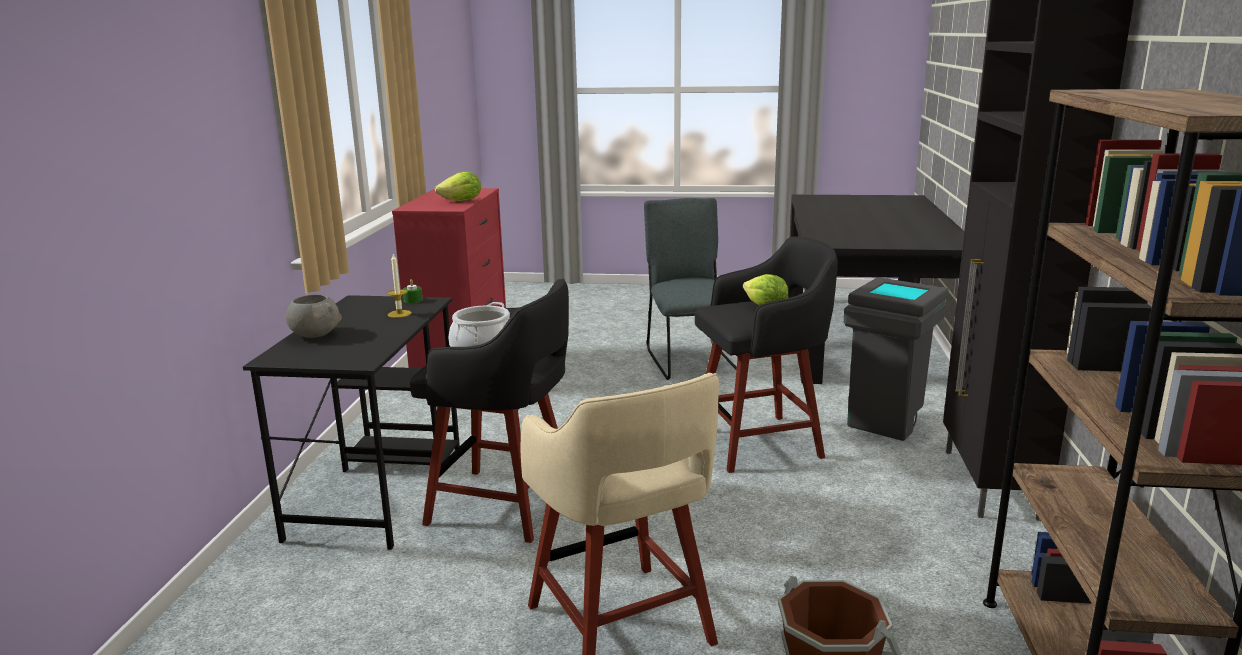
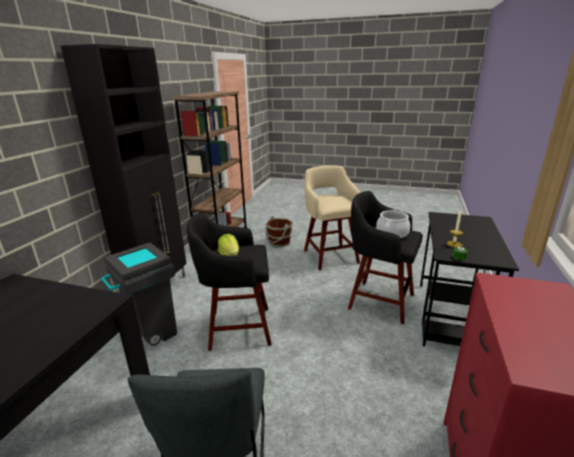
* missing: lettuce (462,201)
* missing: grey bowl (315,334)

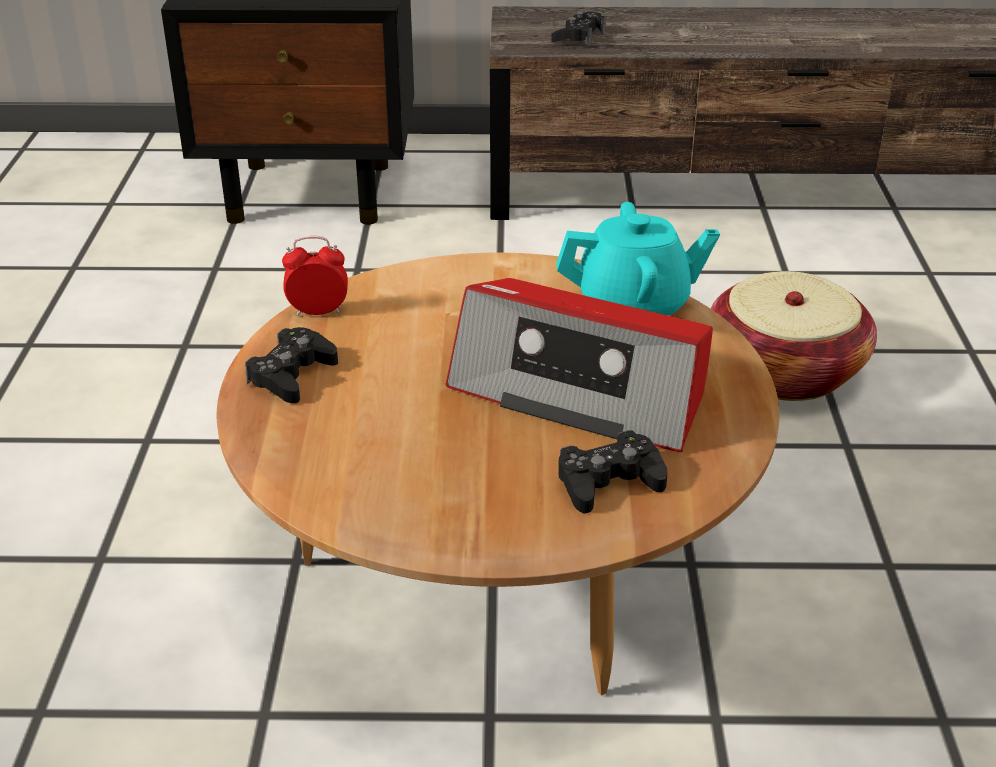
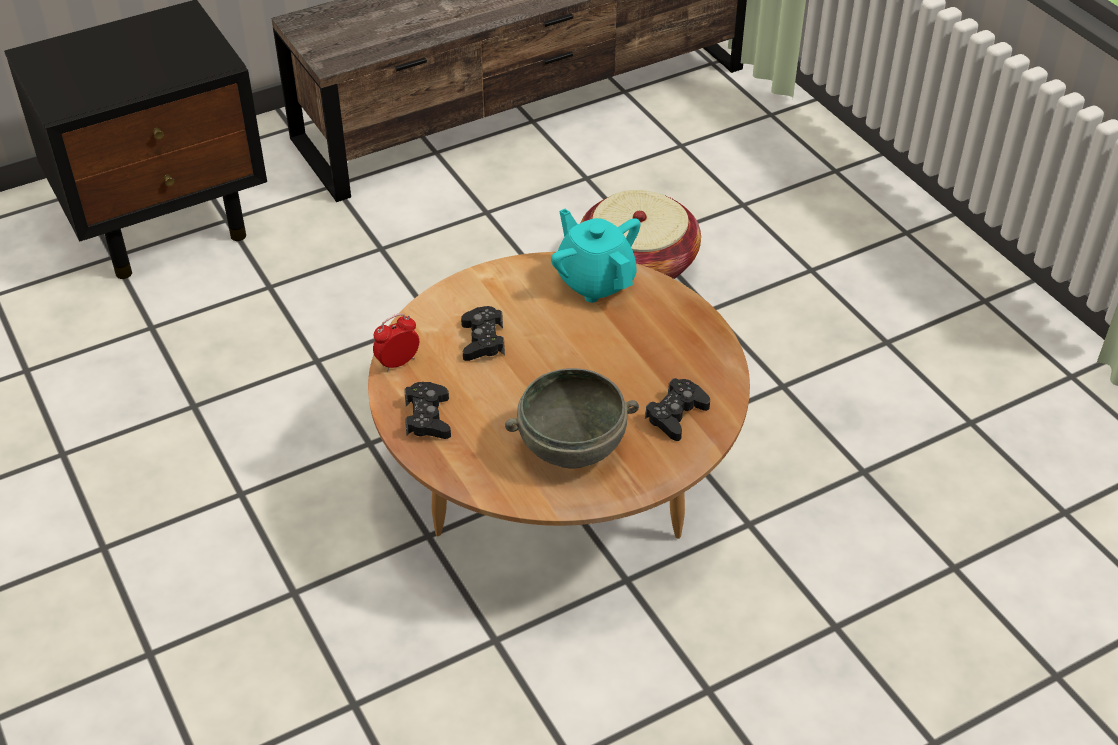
* relocated: black game controller (579,37) to (483,340)
* spun: turquoise teapot (633,306) = (595,281) 90 degrees counterclockwise
* missing: radio (582,391)
* appeared: grey bowl (572,445)

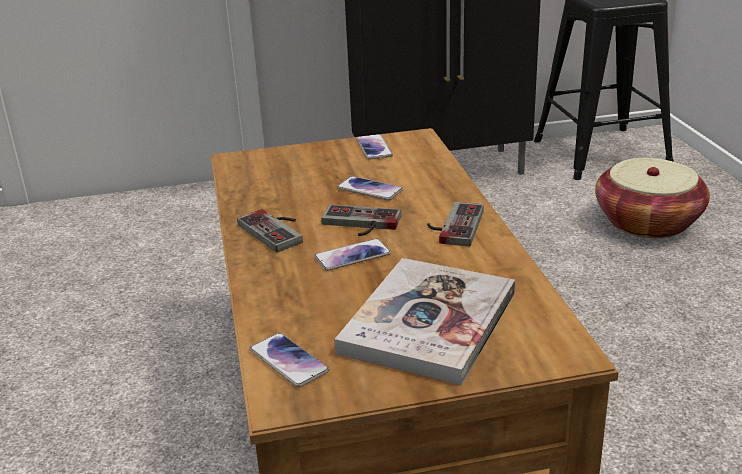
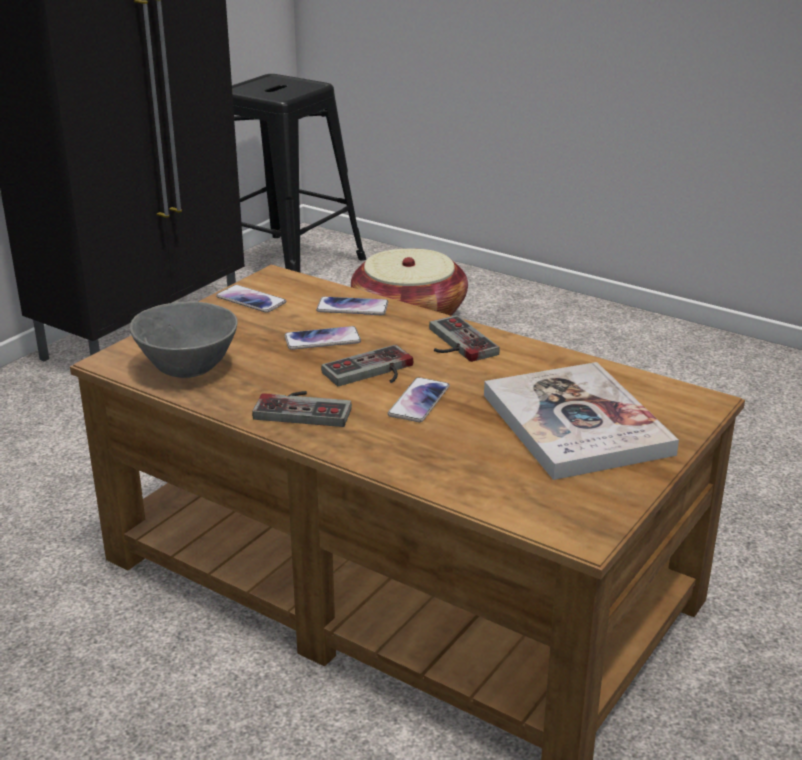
* relocated: phone (288,361) to (352,307)
* appeared: grey bowl (187,369)

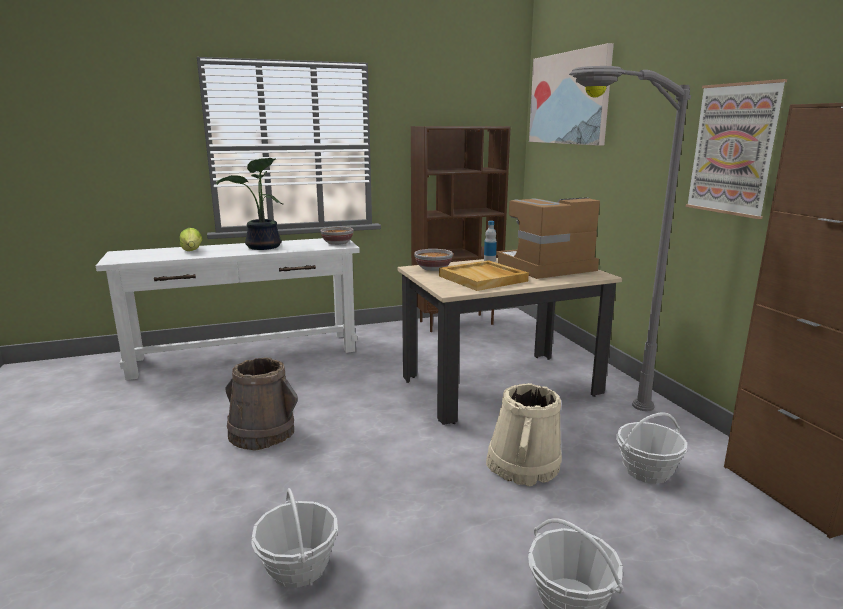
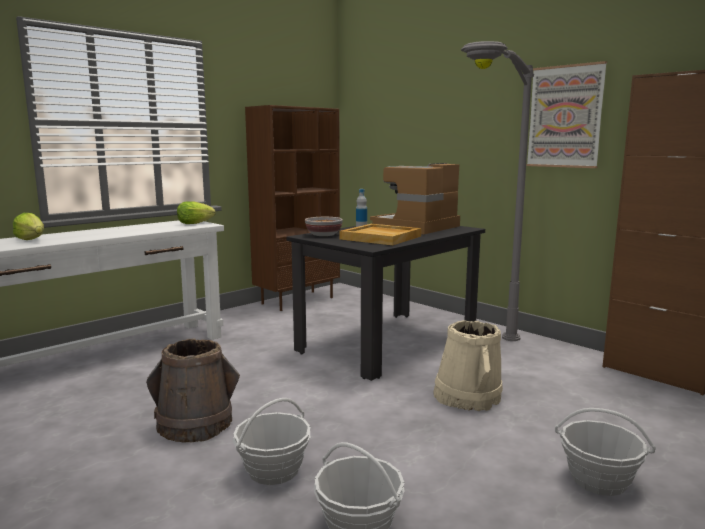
* missing: picture (569,98)
* missing: potted plant (263,247)
* exchanged: bowl (337,243) to lettuce (194,223)
* colour: beige dining table (500,386) to black dining table (388,343)
* relocated: basket (647,471) to (273,470)

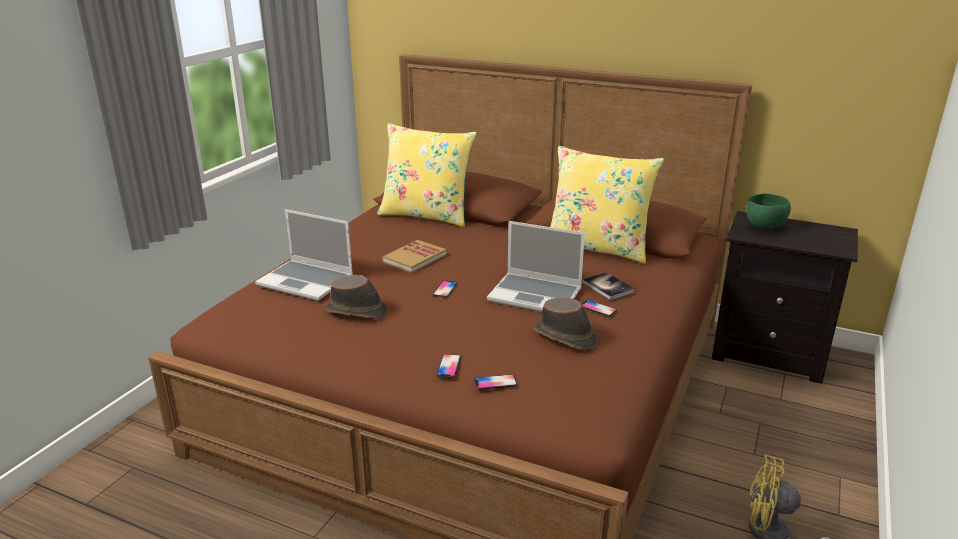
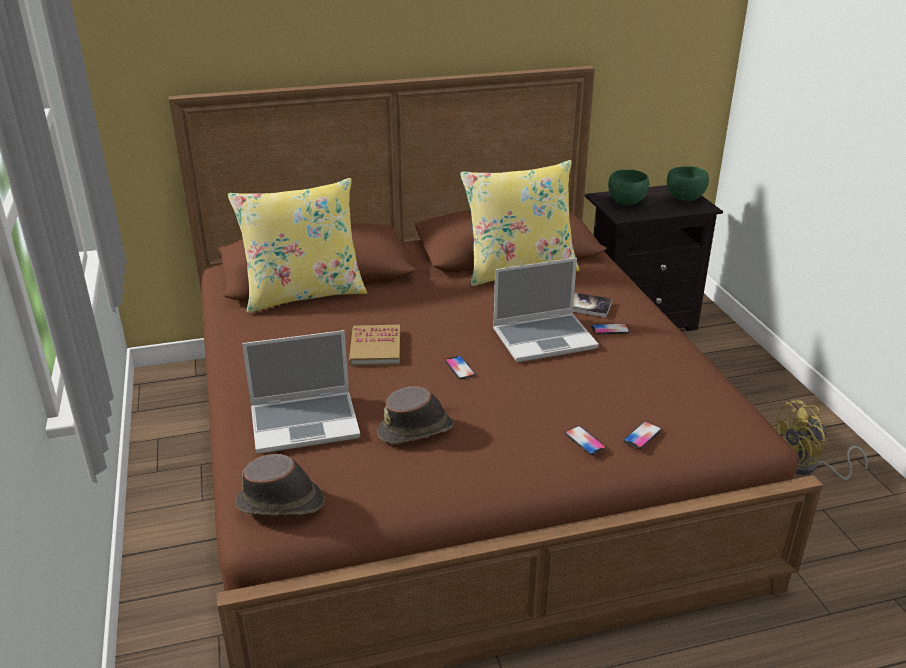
* relocated: brown hat (565,337) to (281,503)
* appeared: green bowl (685,199)

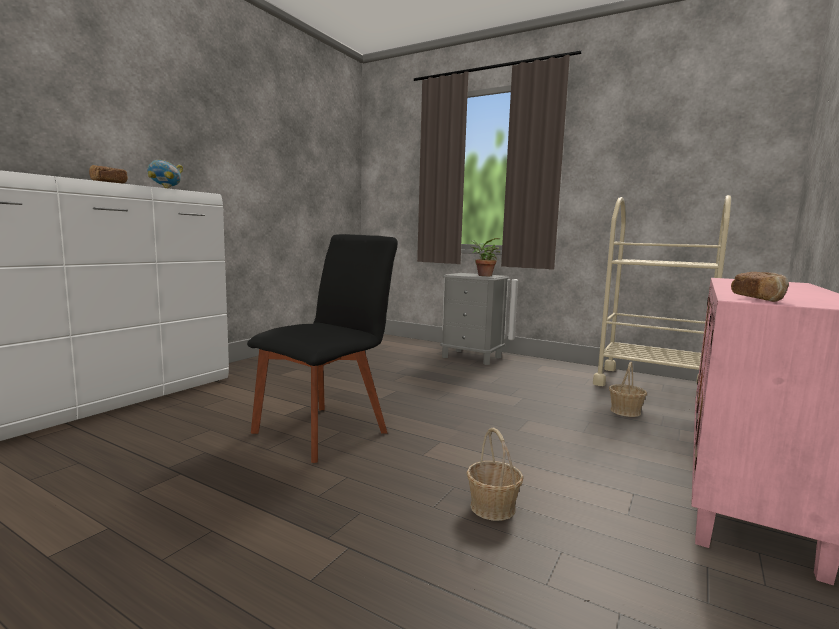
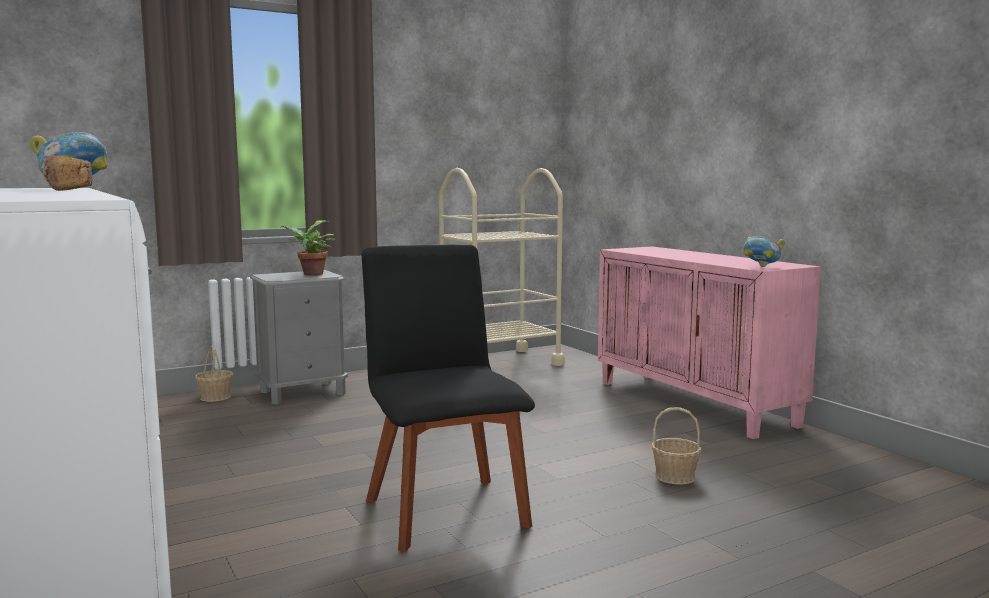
* exchanged: bread (758,299) to bowl (761,267)
* relocated: basket (625,411) to (215,397)

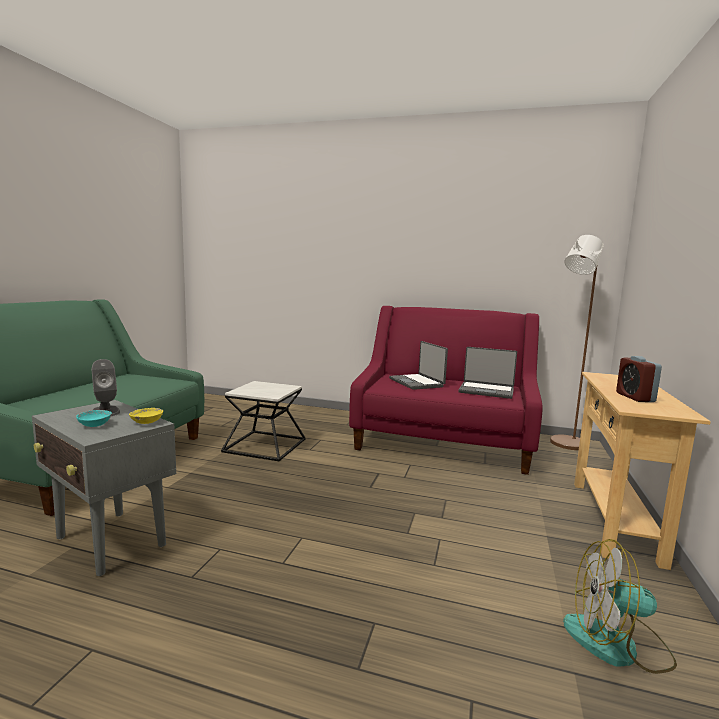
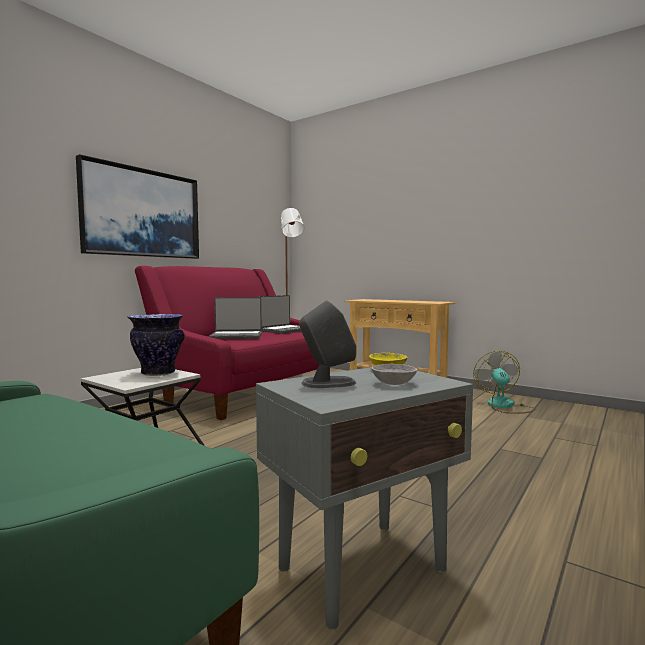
* missing: alarm clock (635,397)
* colour: turquoise bowl (95,425) to grey bowl (393,383)
* spun: fan (617,644) = (504,406) 150 degrees clockwise
* appeared: picture (142,213)
* appeared: vase (158,373)

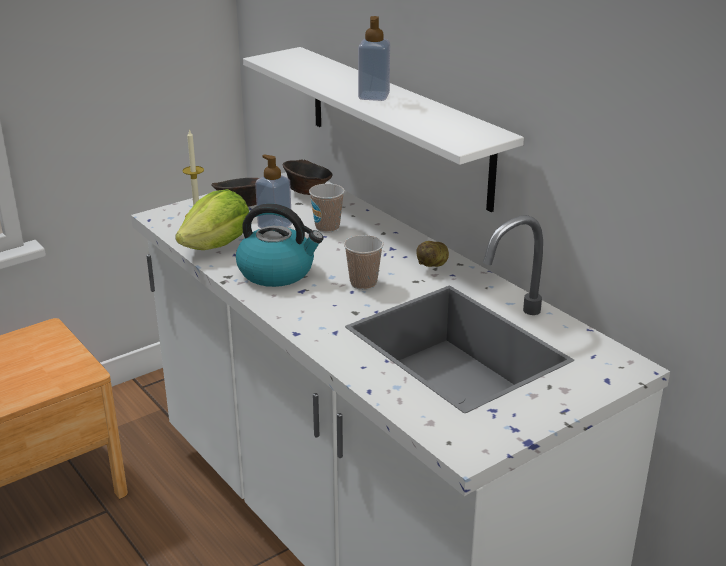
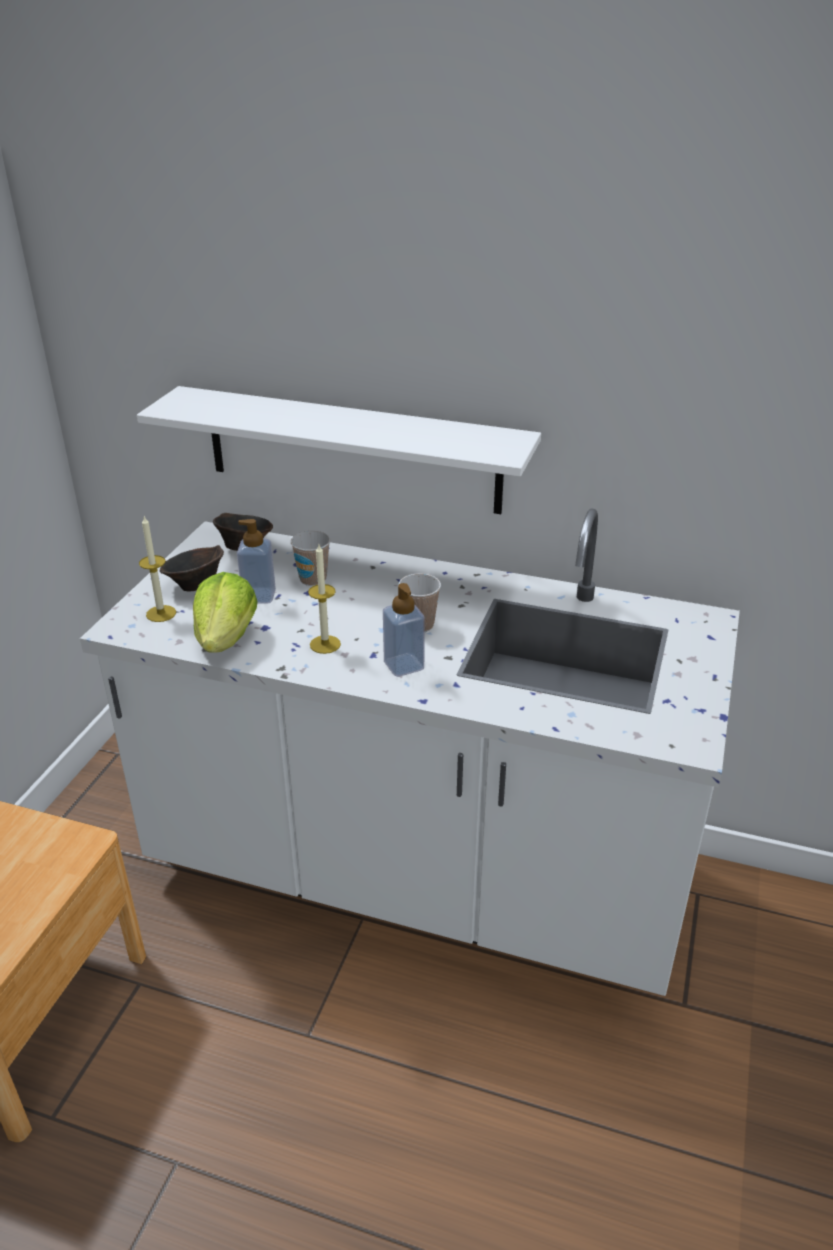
* relocated: soap dispenser (374,96) to (403,665)
* exchanged: kettle (277,272) to candle (325,644)
* missing: potato (433,265)

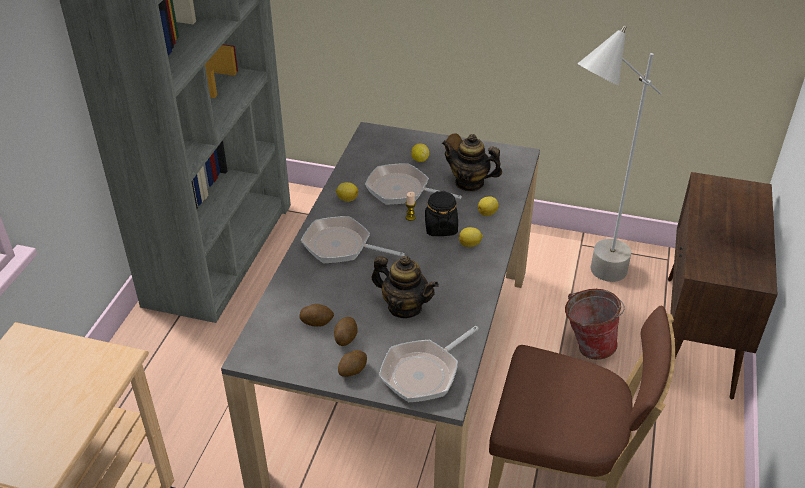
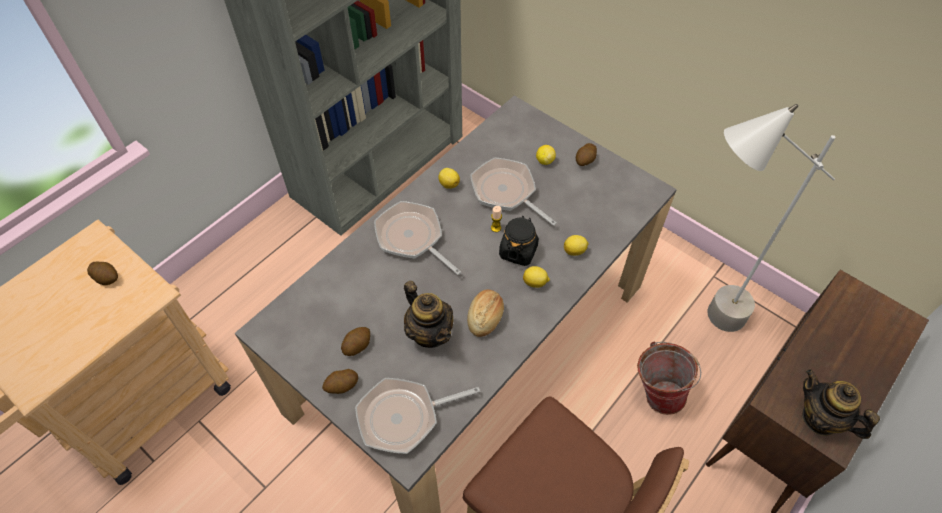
* relocated: teapot (469,183) to (820,419)
* relocated: potato (317,322) to (107,278)
* appeared: bread (486,317)

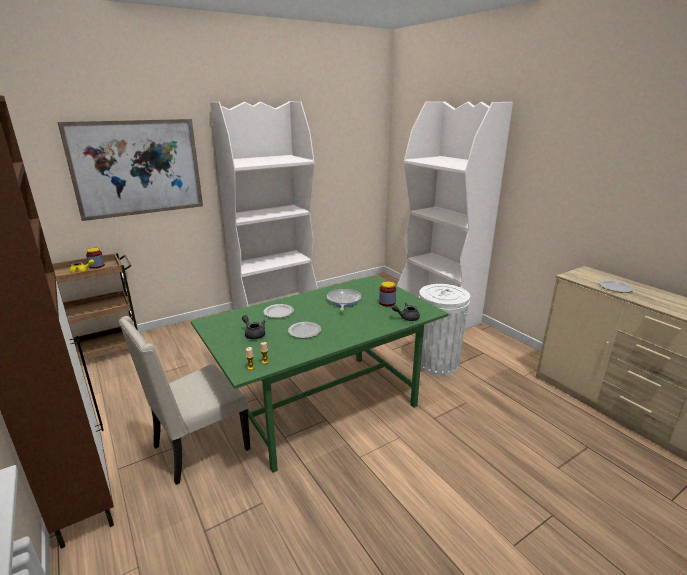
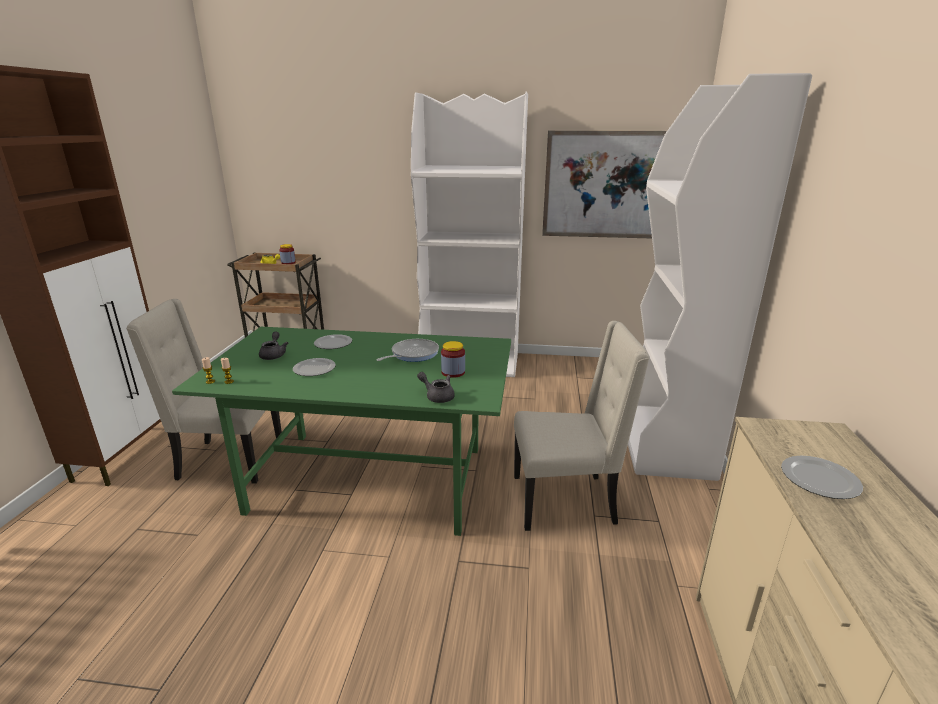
* relocated: picture (137,168) to (612,185)
* exchanged: white trash can (437,363) to beige chair (565,500)

